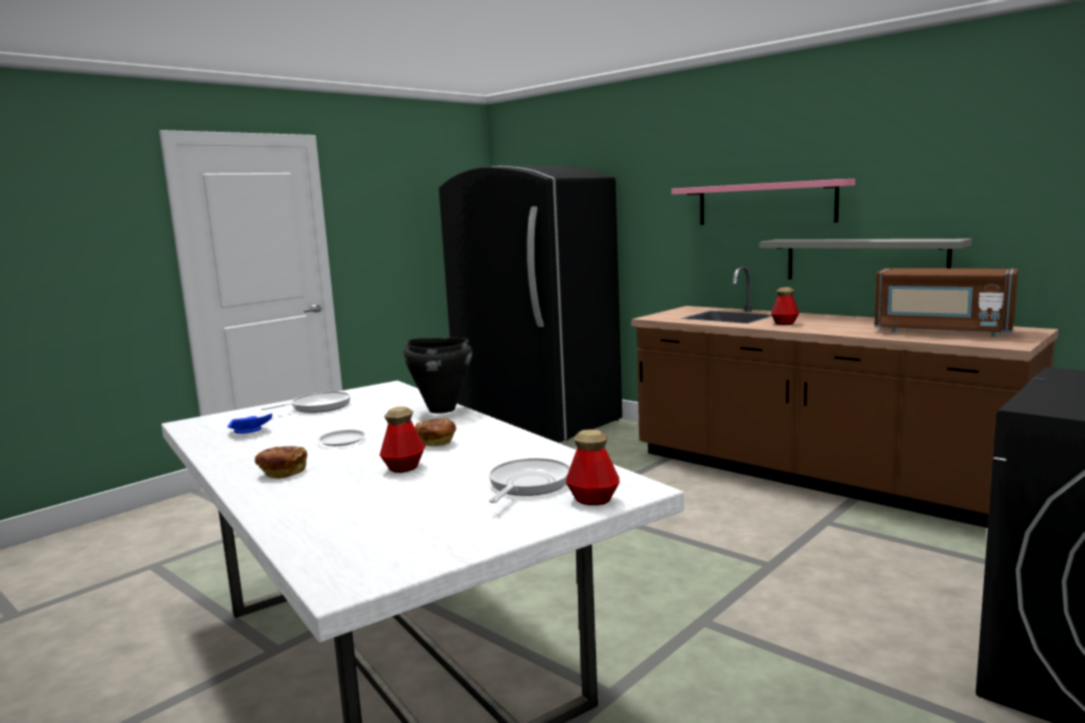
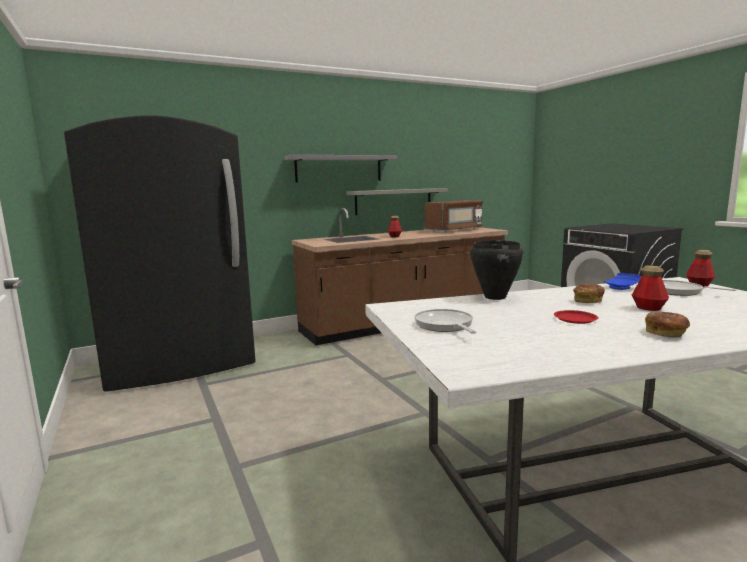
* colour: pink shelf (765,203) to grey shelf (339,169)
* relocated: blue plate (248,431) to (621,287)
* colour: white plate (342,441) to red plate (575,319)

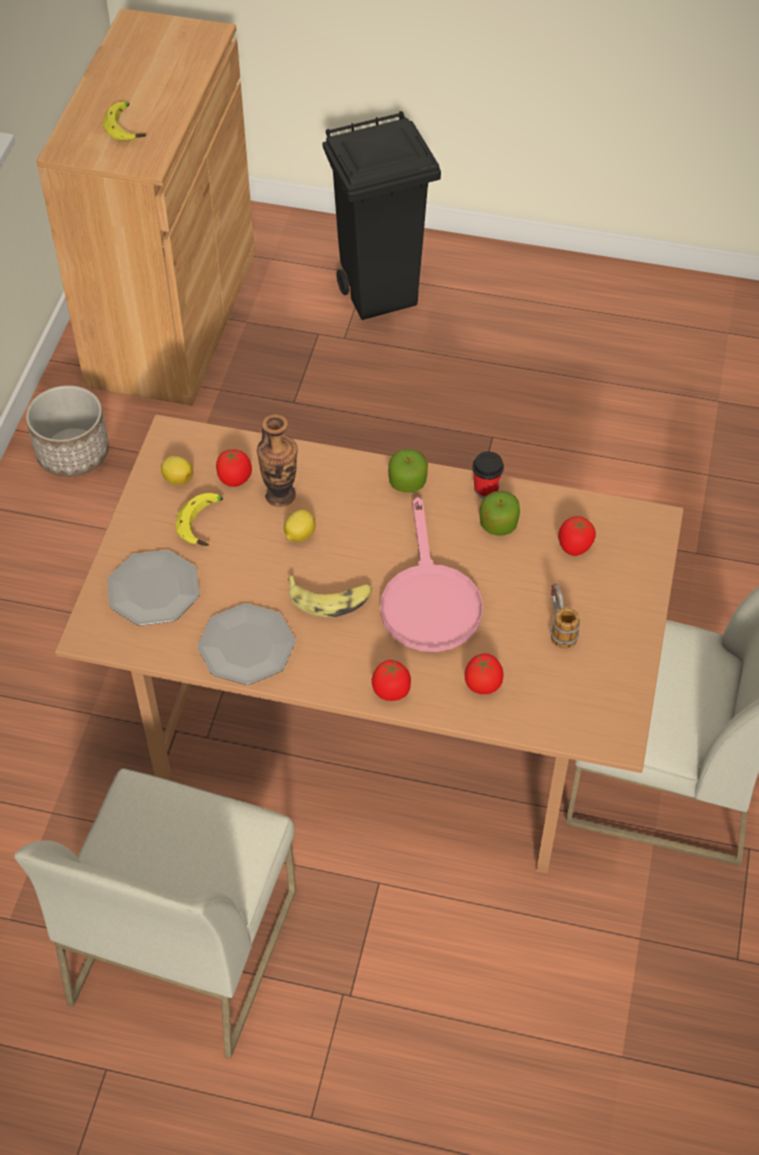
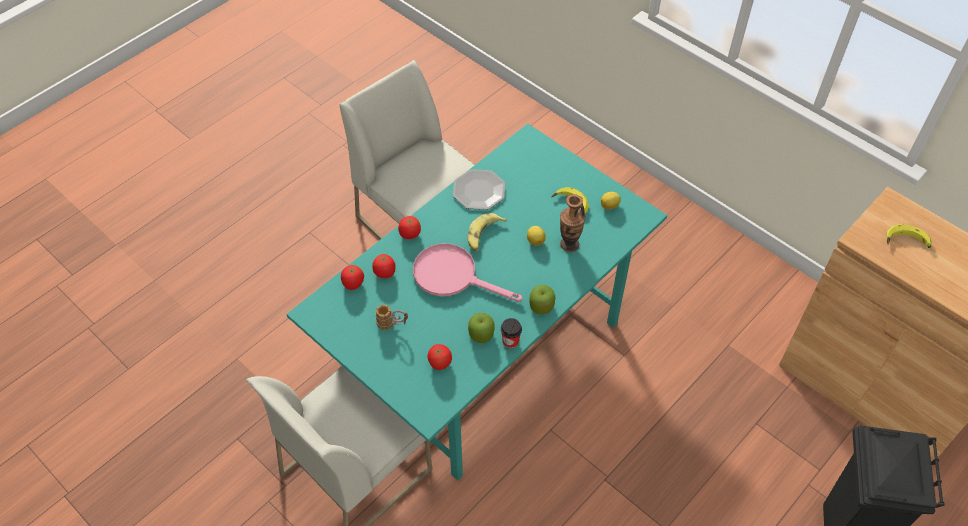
* missing: planter (72,453)
* colour: brown dining table (376,723) to turquoise dining table (484,349)
* relocated: tomato (235,479) to (353,284)
* missing: plate (154,589)

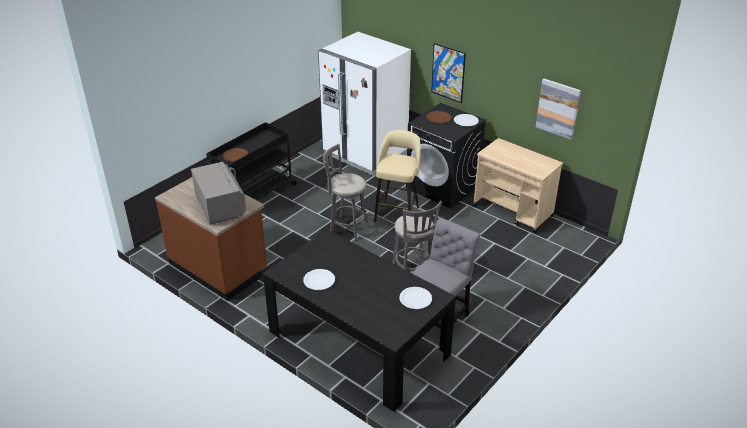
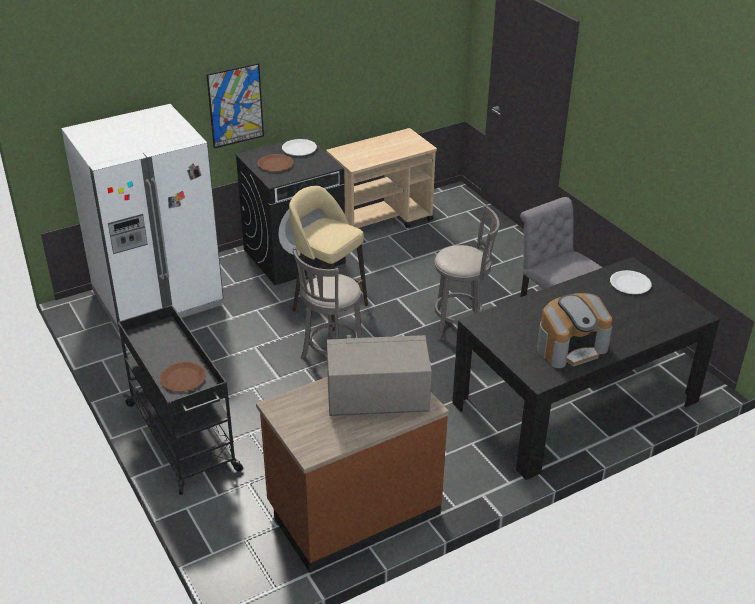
* missing: picture (558,108)
* exchanged: white plate (319,280) to coffee machine (571,347)

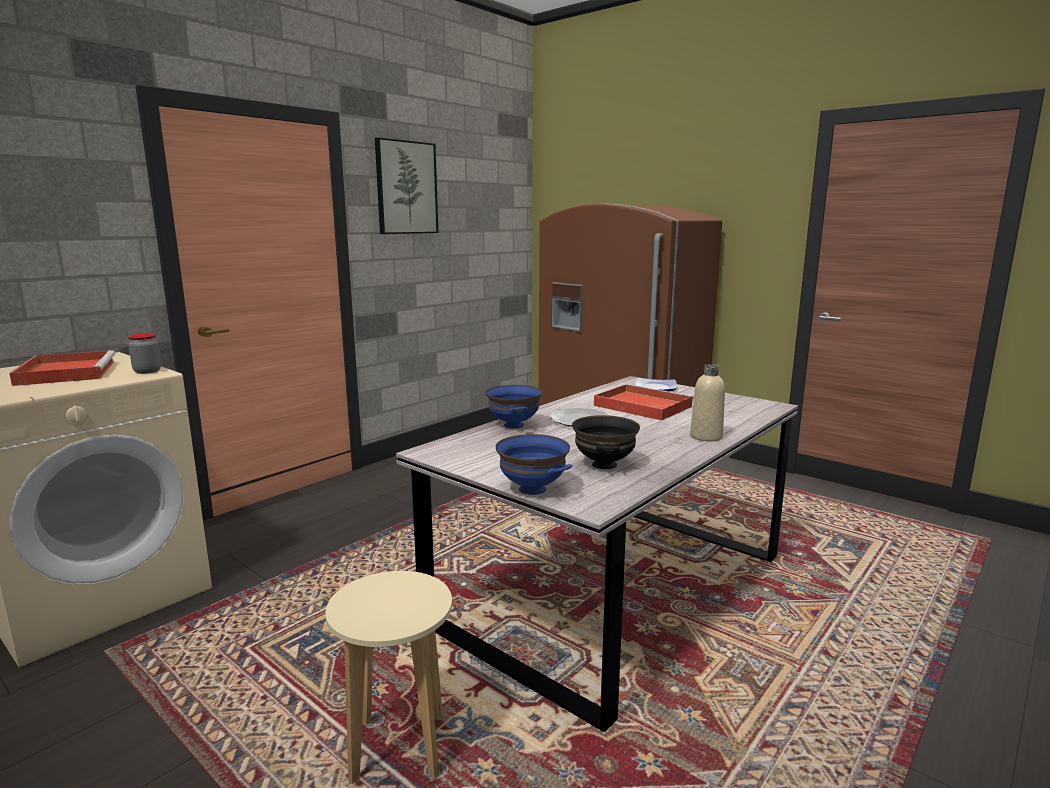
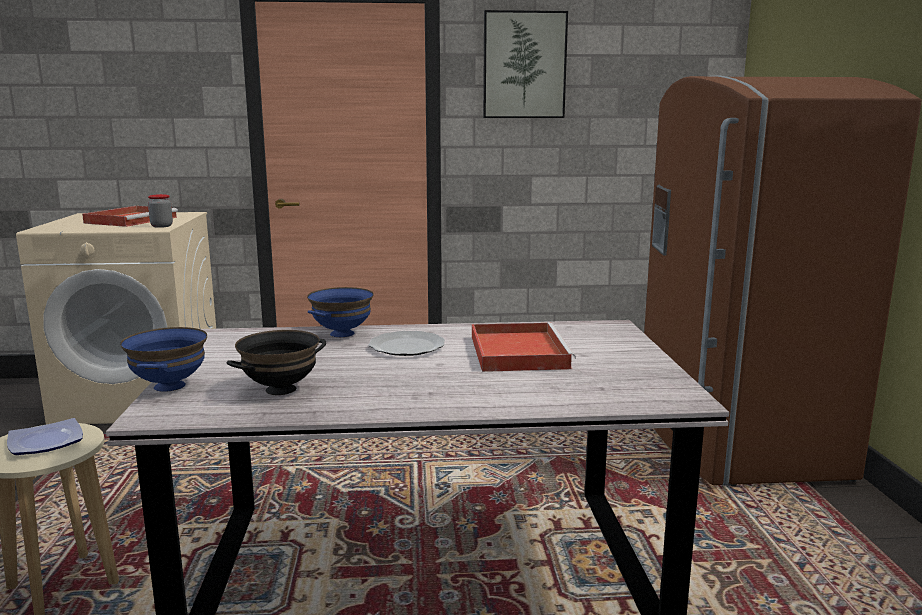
* missing: beige bottle (706,437)
* relocated: plate (656,388) to (44,443)

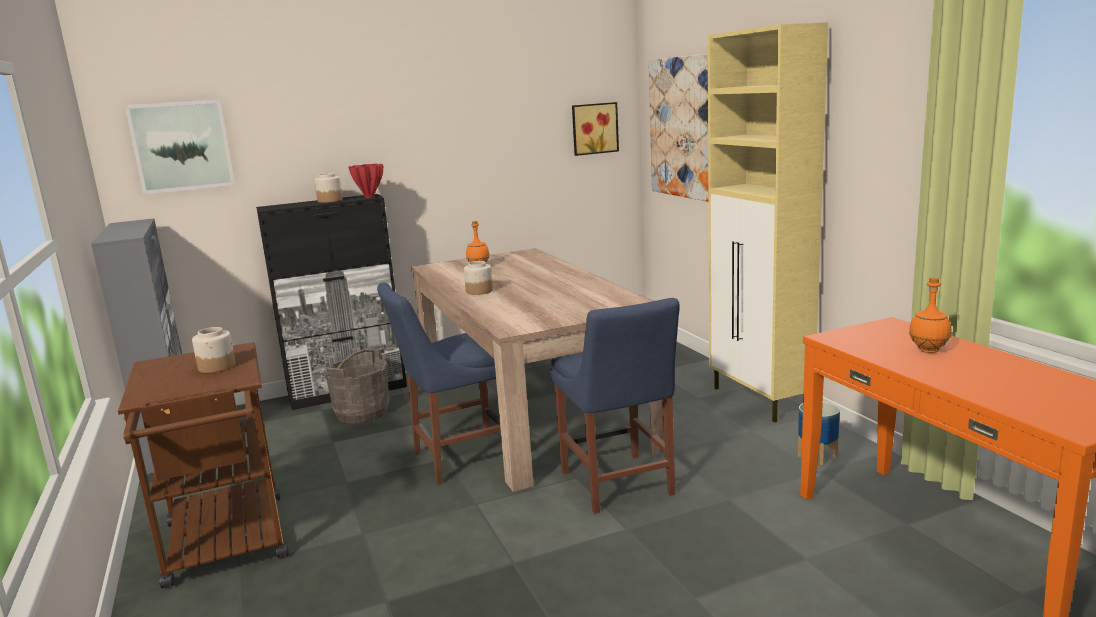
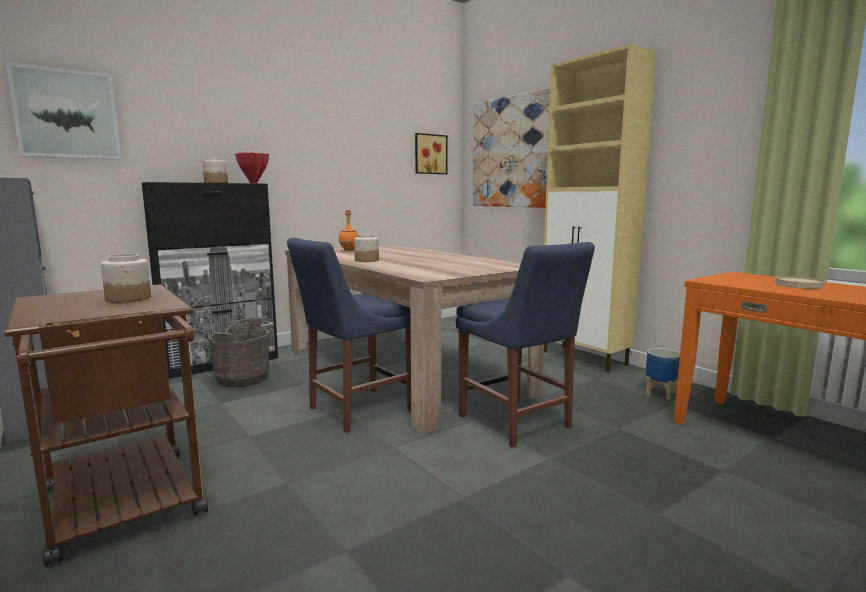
* exchanged: orange bottle (928,350) to beige plate (799,285)

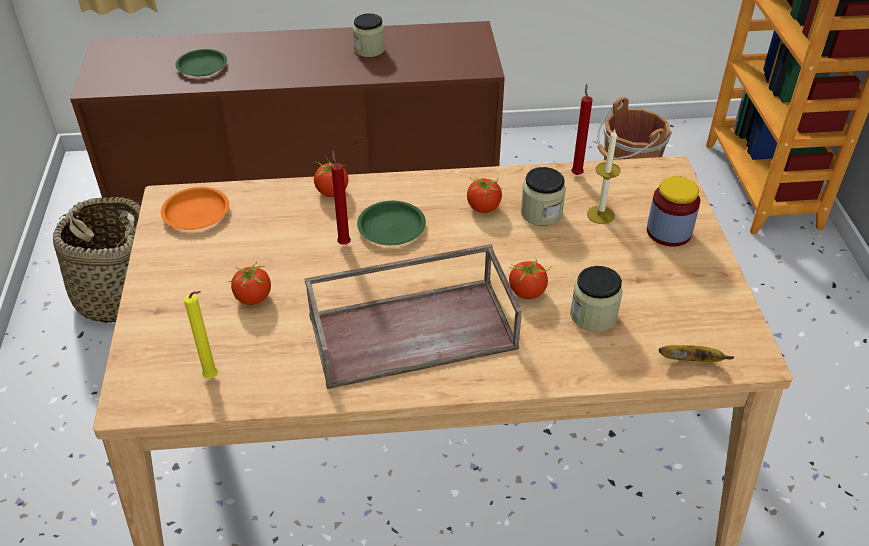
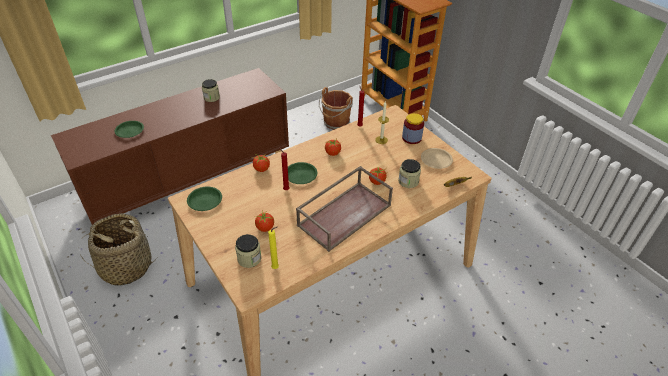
* relocated: jar (541,213) to (249,258)
* colour: orange plate (196,212) to green plate (205,200)
* appeared: beige plate (436,160)

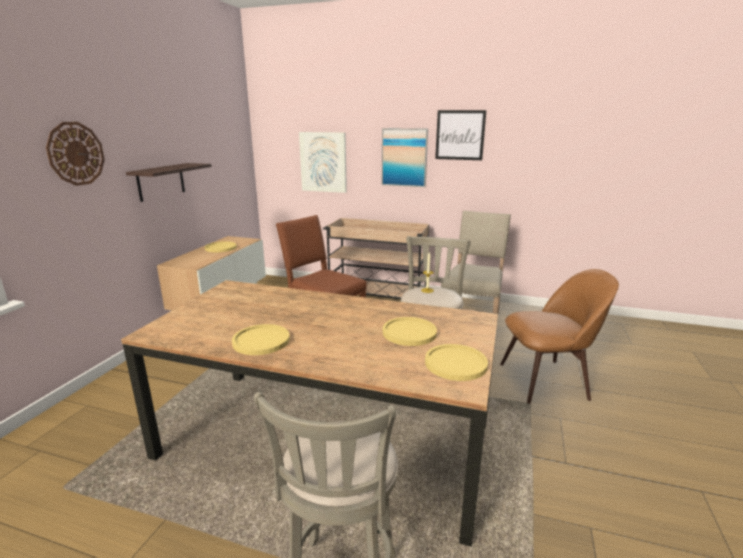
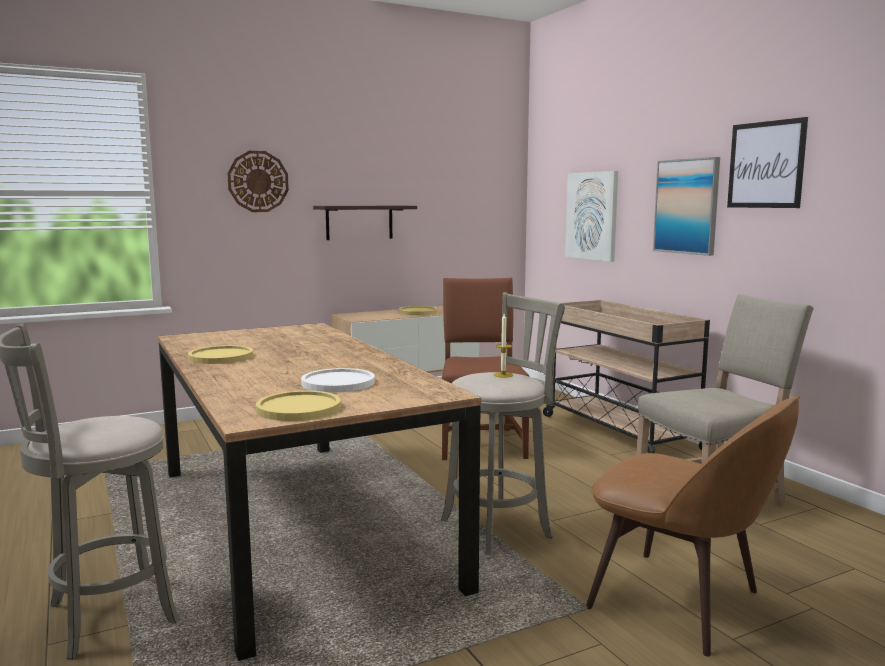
* colour: yellow plate (409,332) to white plate (338,382)

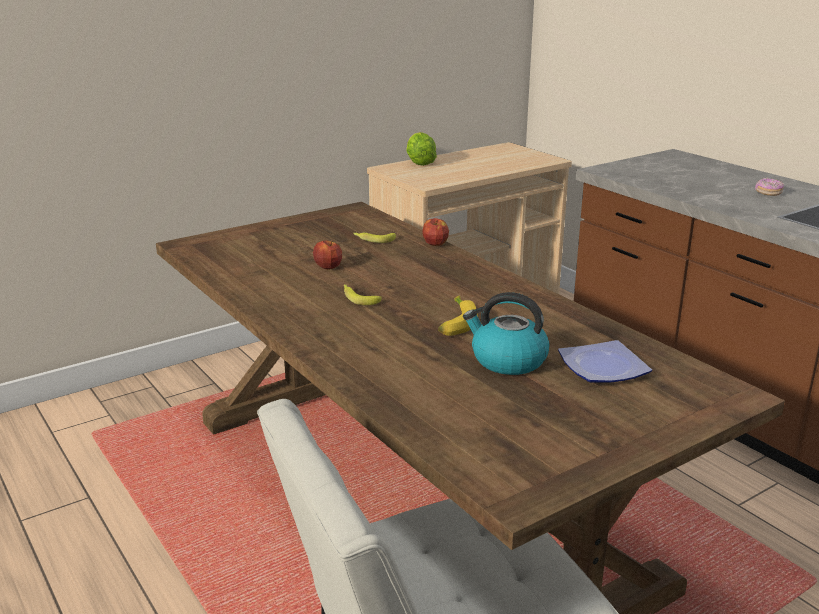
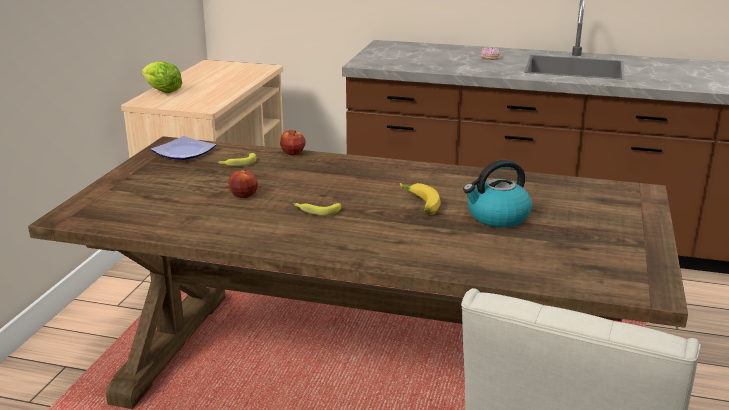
* relocated: plate (601,367) to (182,152)

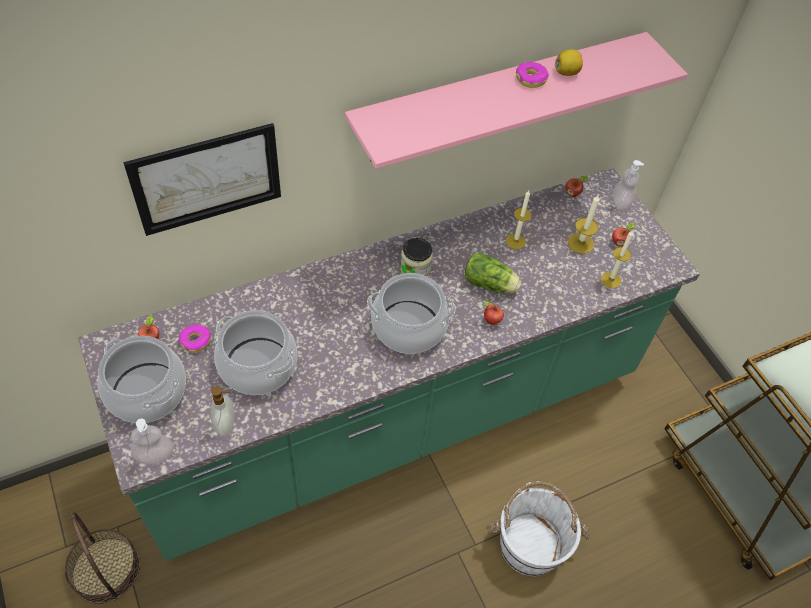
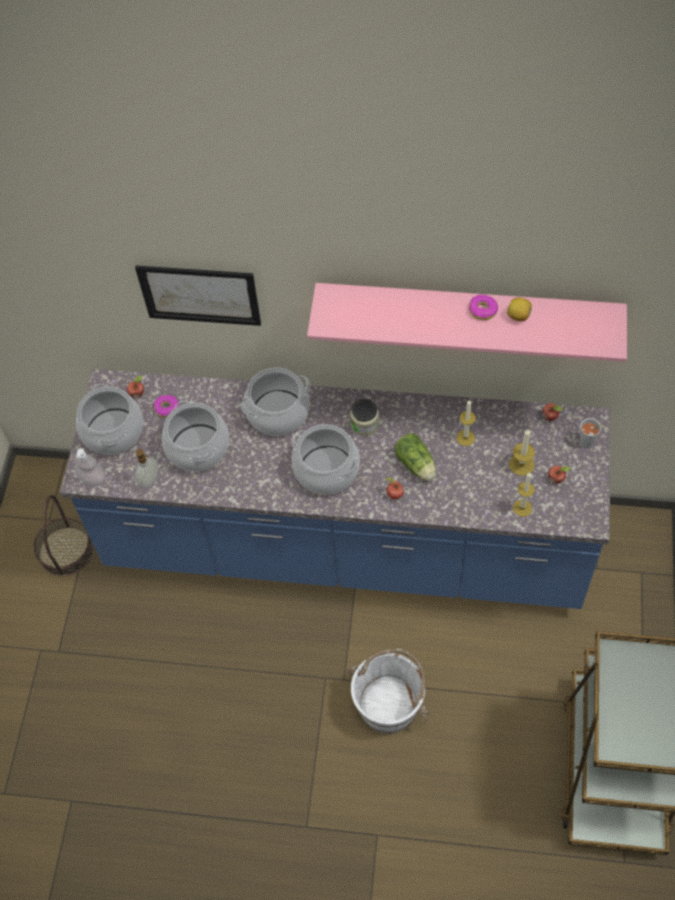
* exchanged: soap dispenser (621,202) to grey cup (589,444)
* colour: green counter (394,419) to blue counter (345,545)
* appeared: cooking pot (278,413)

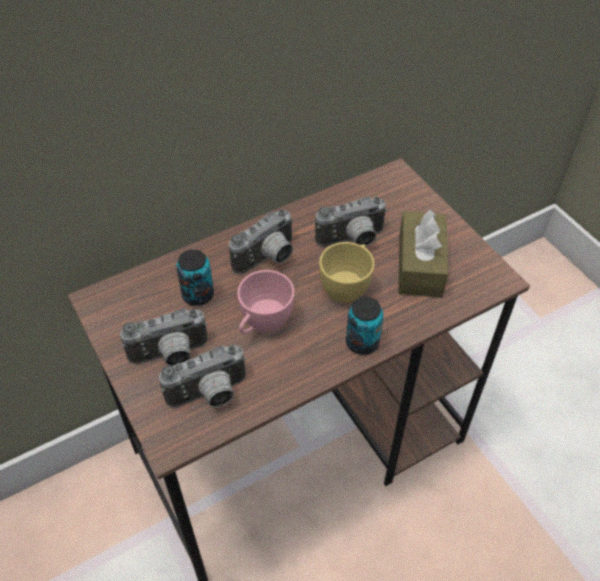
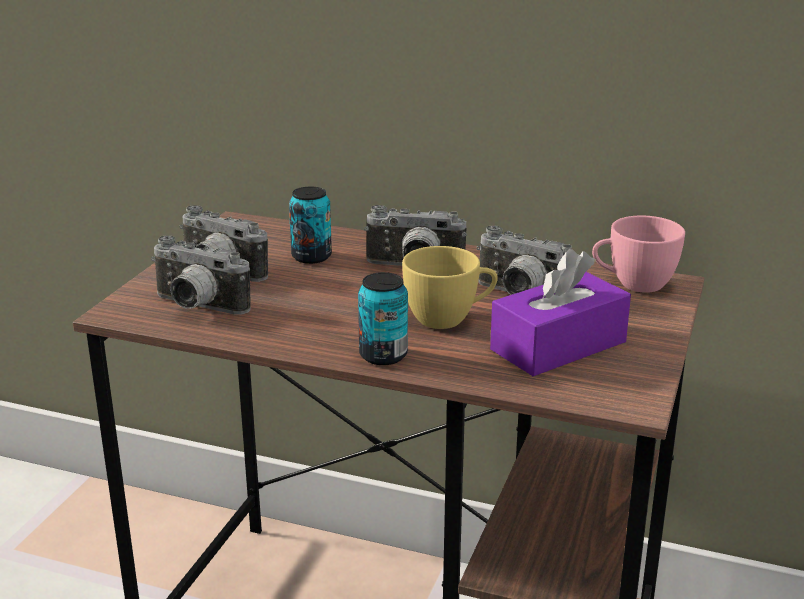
* colour: brown tissue box (420,265) to purple tissue box (558,346)
* relocated: pink cup (263,325) to (633,284)

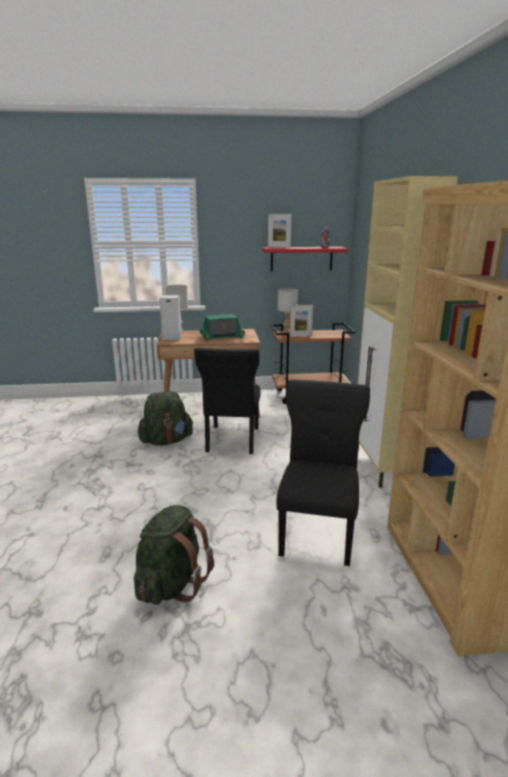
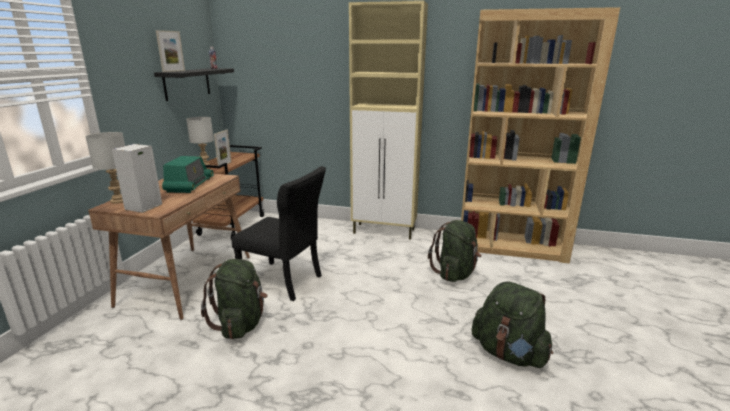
* colour: red shelf (301,259) to black shelf (187,83)
* exchanged: black chair (318,531) to green backpack (455,273)

